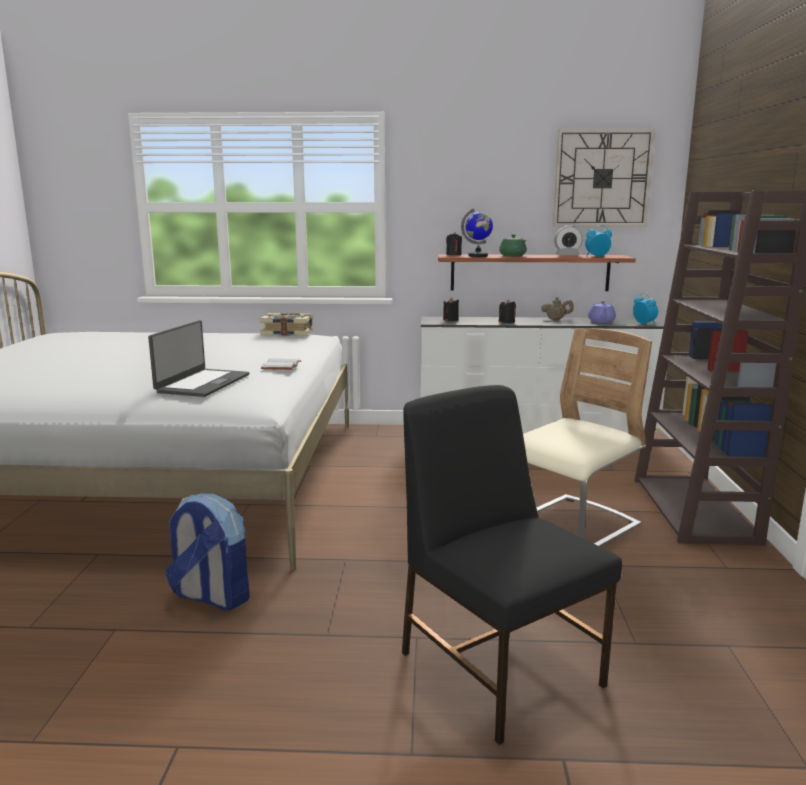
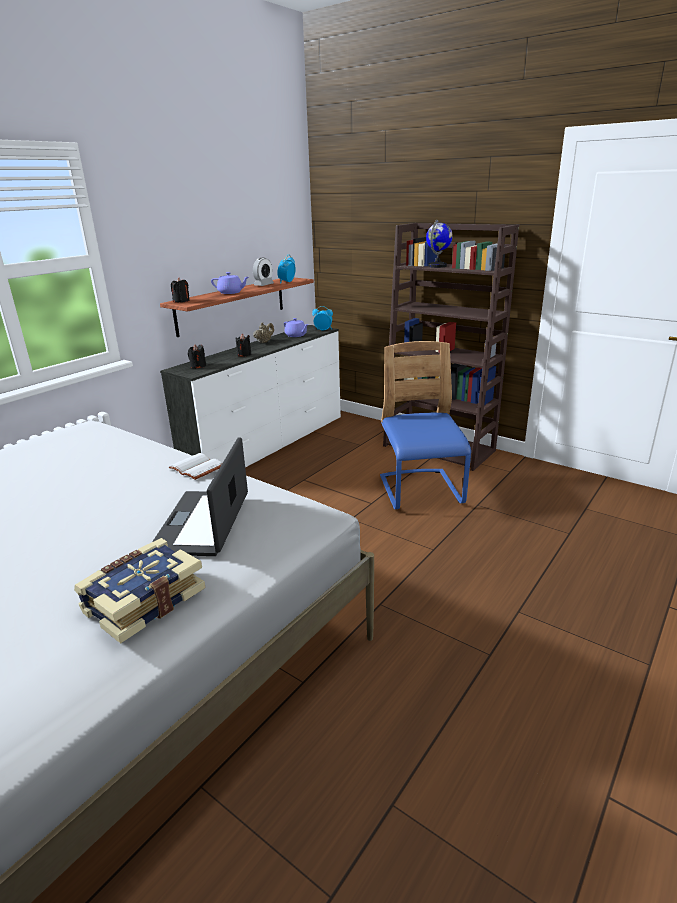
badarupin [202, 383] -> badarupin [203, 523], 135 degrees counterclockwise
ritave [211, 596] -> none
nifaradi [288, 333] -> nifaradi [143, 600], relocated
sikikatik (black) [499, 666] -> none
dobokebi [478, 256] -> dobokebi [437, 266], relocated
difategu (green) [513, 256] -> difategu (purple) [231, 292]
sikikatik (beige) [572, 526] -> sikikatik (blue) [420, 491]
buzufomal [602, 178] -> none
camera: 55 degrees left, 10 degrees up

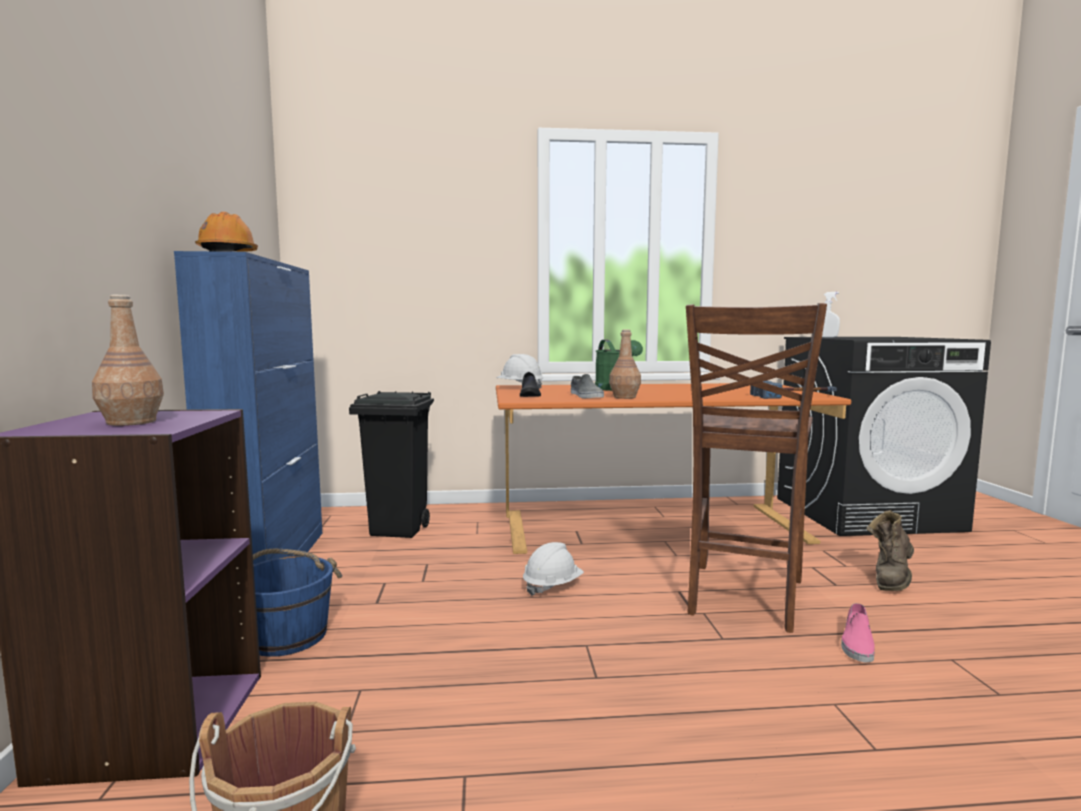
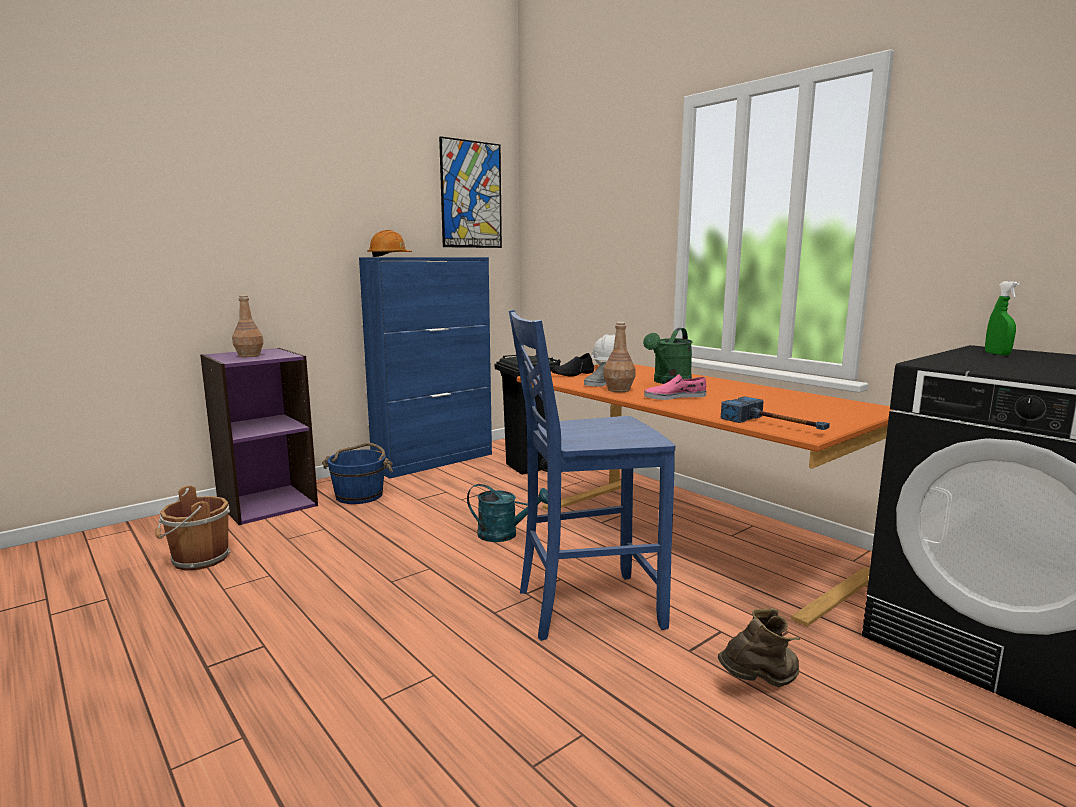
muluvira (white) [552, 586] -> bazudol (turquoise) [505, 535]
sikikatik (brown) [742, 597] -> sikikatik (blue) [585, 607]
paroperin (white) [827, 337] -> paroperin (green) [997, 354]
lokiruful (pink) [857, 643] -> lokiruful (pink) [674, 397], relocated
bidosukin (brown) [891, 580] -> bidosukin (brown) [761, 684], 150 degrees clockwise
none -> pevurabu [471, 195]
camera: 55 degrees right, 5 degrees up

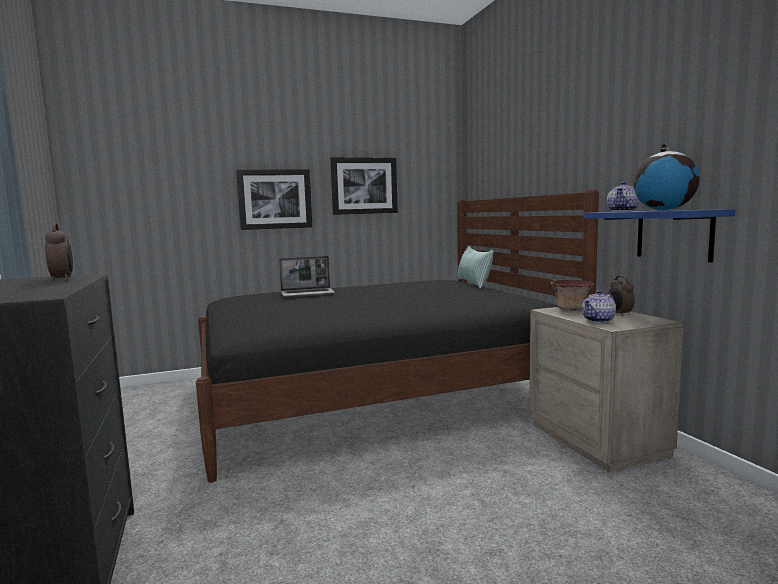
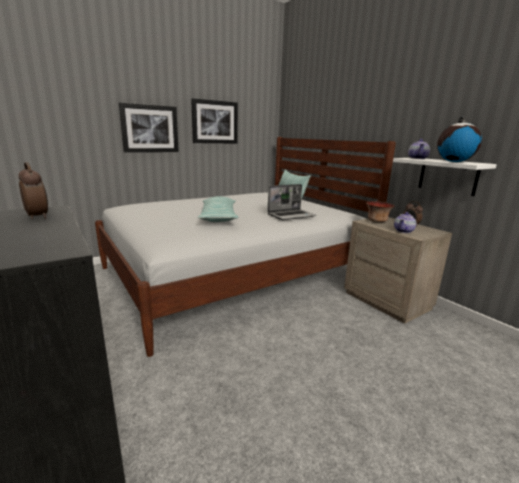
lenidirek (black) [376, 394] -> lenidirek (white) [235, 274]
badarupin [308, 294] -> badarupin [291, 215], relocated
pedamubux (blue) [674, 234] -> pedamubux (white) [448, 176]
none -> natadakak [218, 217]
camera: 15 degrees left, 10 degrees up

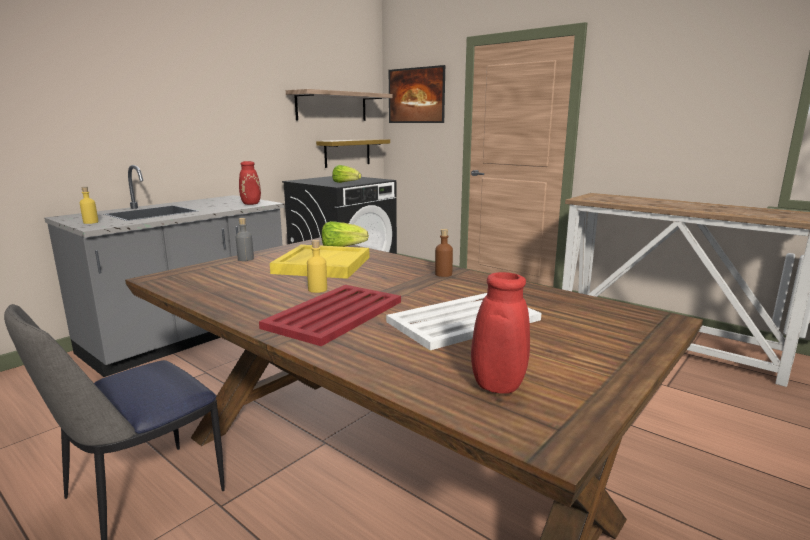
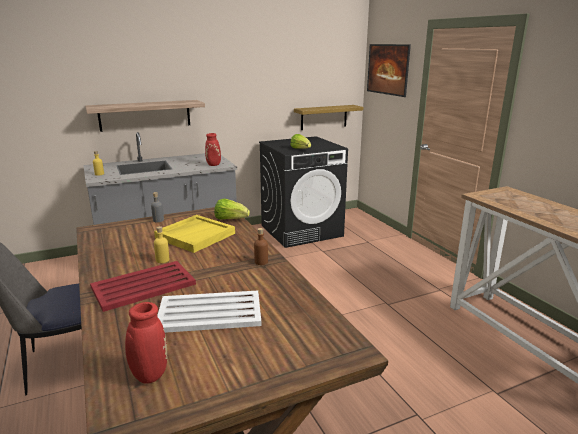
pedamubux [332, 106] -> pedamubux [145, 115], relocated
camera: 25 degrees right, 5 degrees up

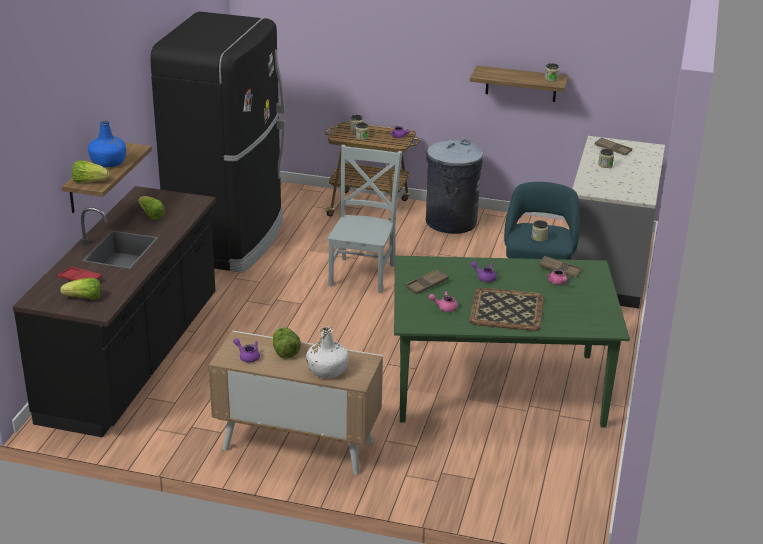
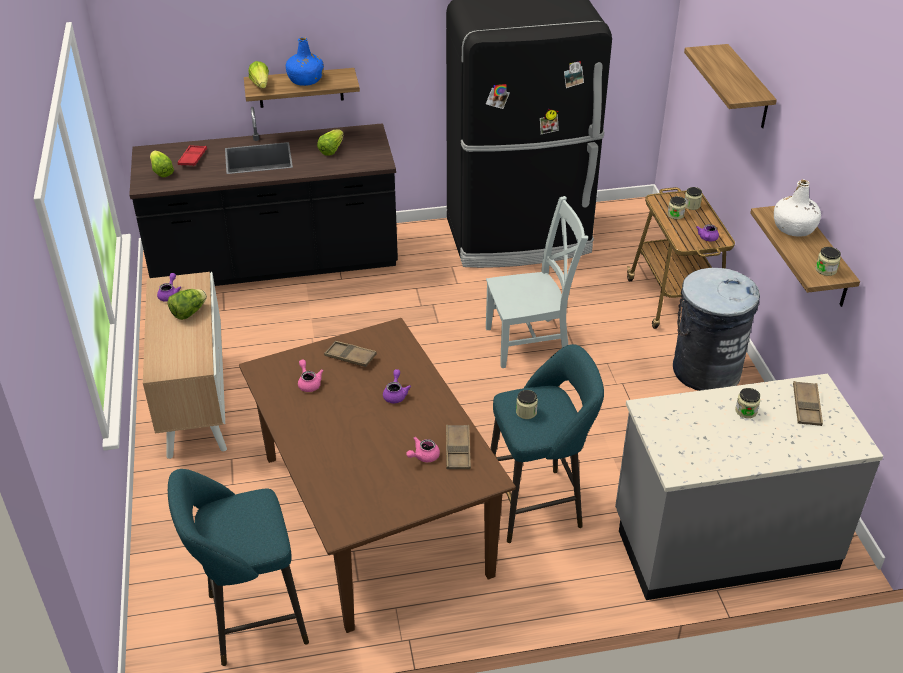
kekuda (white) [327, 370] -> kekuda (white) [794, 228], relocated
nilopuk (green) [497, 387] -> nilopuk (brown) [373, 514]
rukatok [507, 309] -> none
none -> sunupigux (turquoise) [250, 620]
none -> pedamubux [748, 88]
camera: 65 degrees right, 10 degrees up

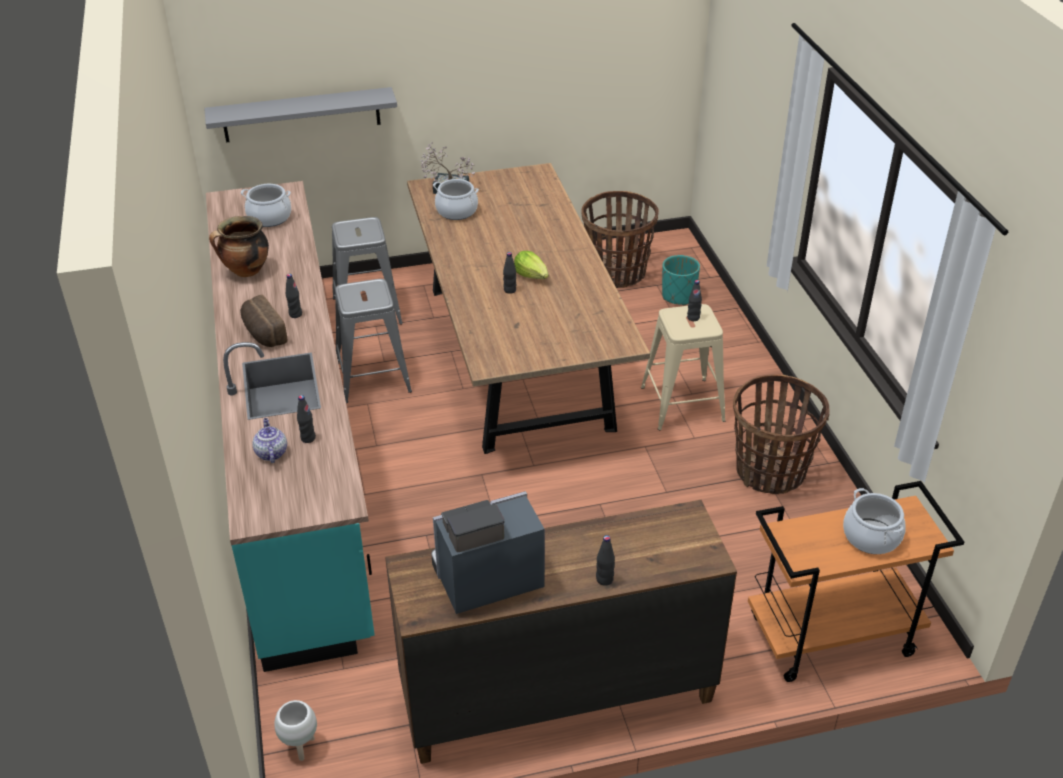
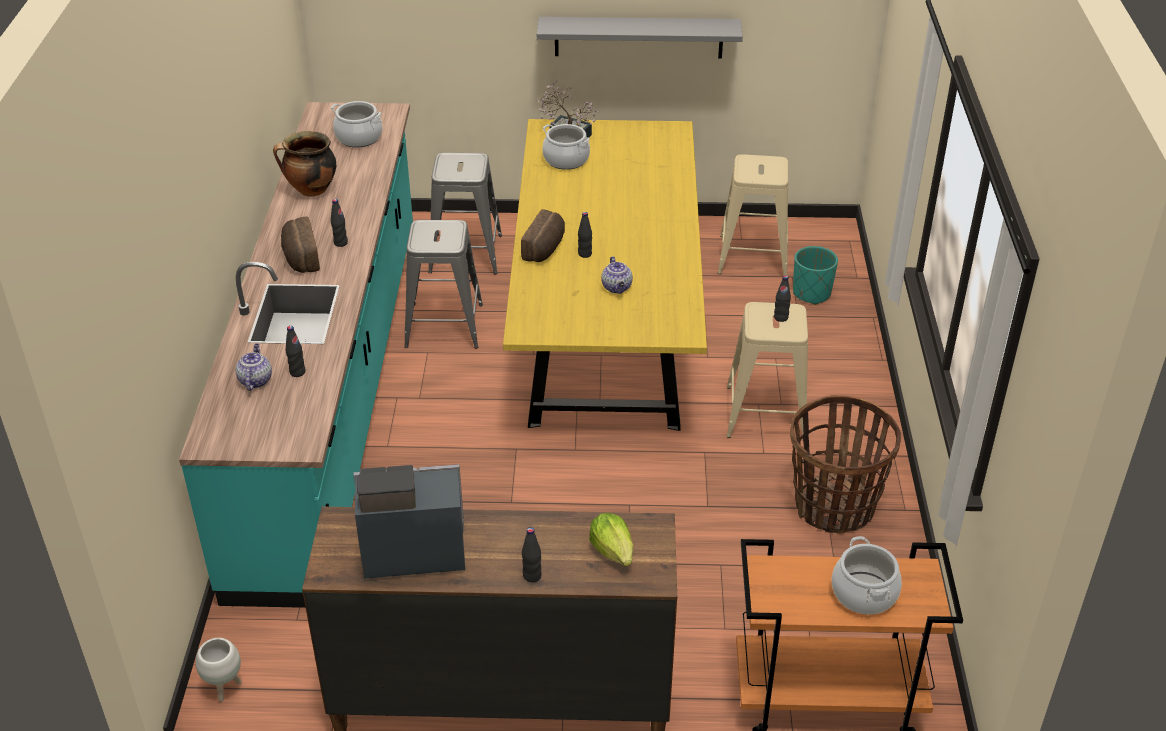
pedamubux (grey) [301, 115] -> pedamubux (grey) [638, 37], relocated
nilopuk (brown) [518, 355] -> nilopuk (yellow) [606, 329]
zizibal [532, 275] -> zizibal [613, 551], relocated
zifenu [617, 273] -> sunupigux (beige) [753, 256]
none -> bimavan [545, 248]
none -> difategu [617, 288]
camera: 15 degrees right, 0 degrees up

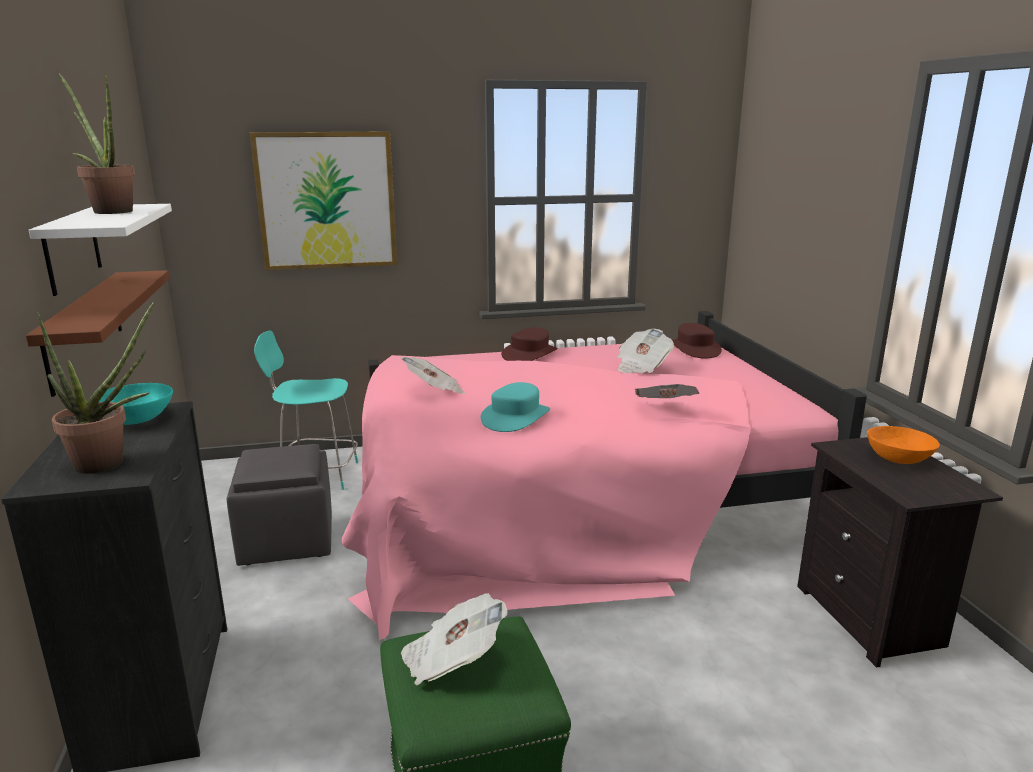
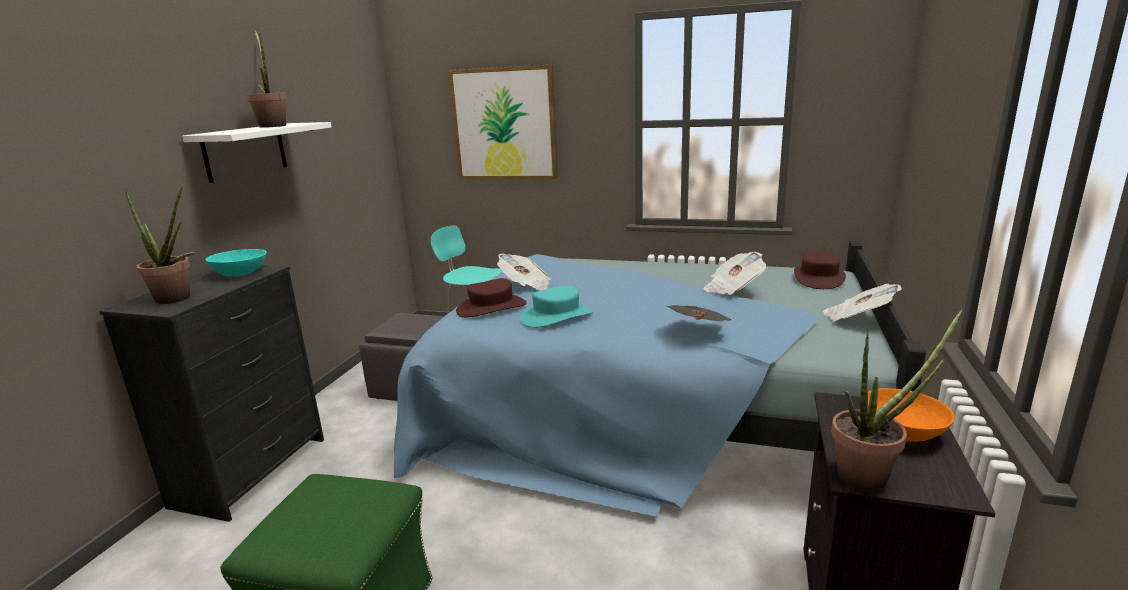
pedamubux (brown) [84, 329] -> none
lenidirek (pink) [572, 505] -> lenidirek (blue) [649, 409]
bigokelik [452, 660] -> bigokelik [857, 318], relocated
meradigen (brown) [529, 354] -> meradigen (brown) [491, 307], relocated
none -> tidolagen [871, 474]
camera: 30 degrees right, 0 degrees up

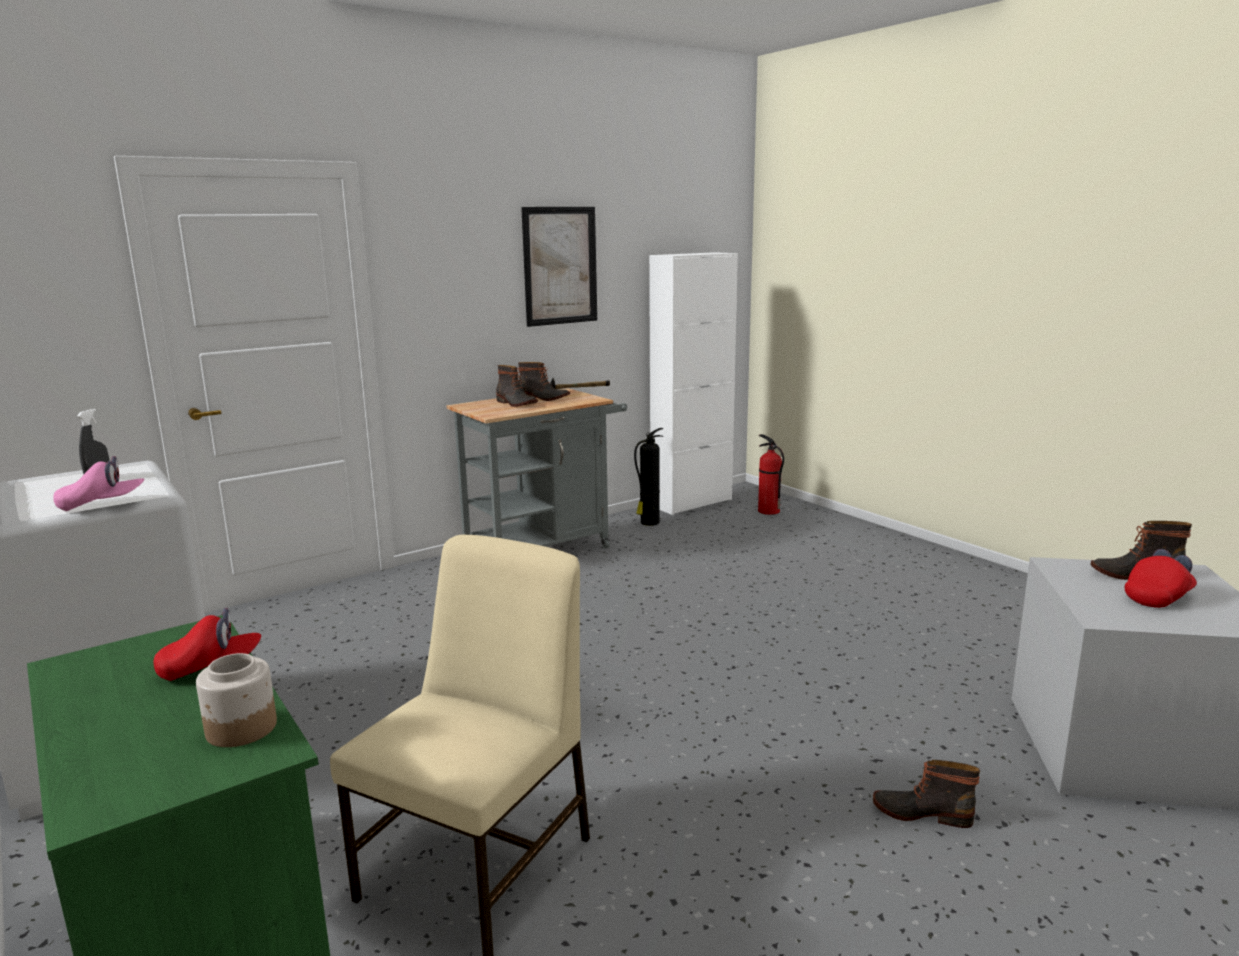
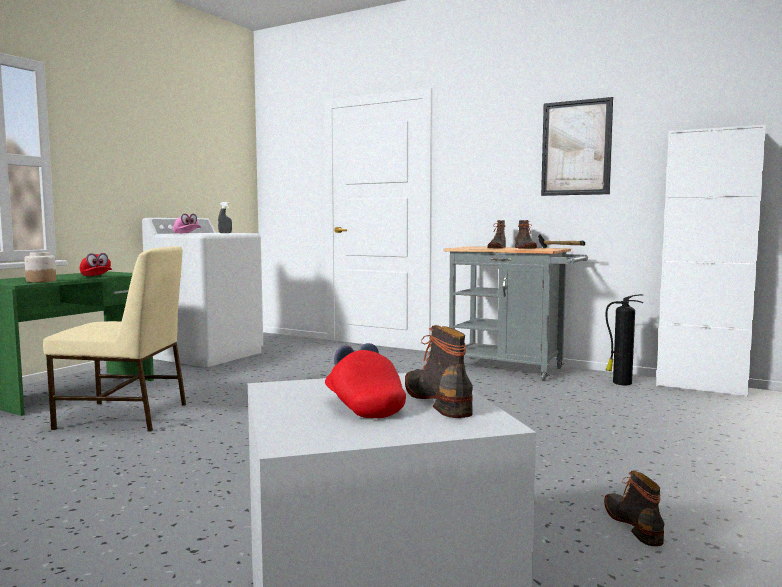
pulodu [768, 511] -> none
bidosukin [922, 812] -> bidosukin [634, 524], relocated
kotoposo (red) [1158, 597] -> kotoposo (red) [364, 406], 150 degrees counterclockwise
camera: 65 degrees right, 10 degrees down

